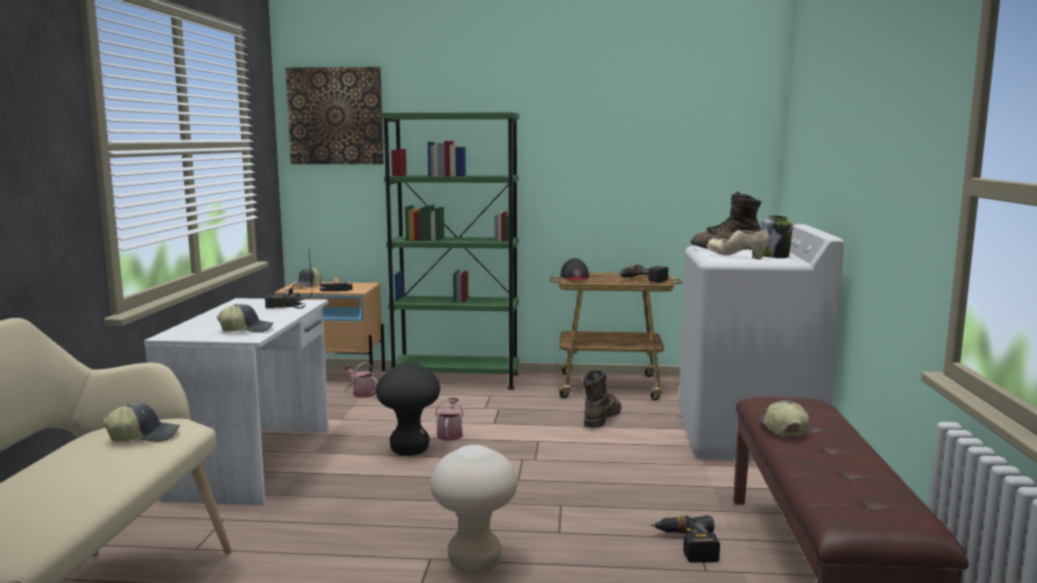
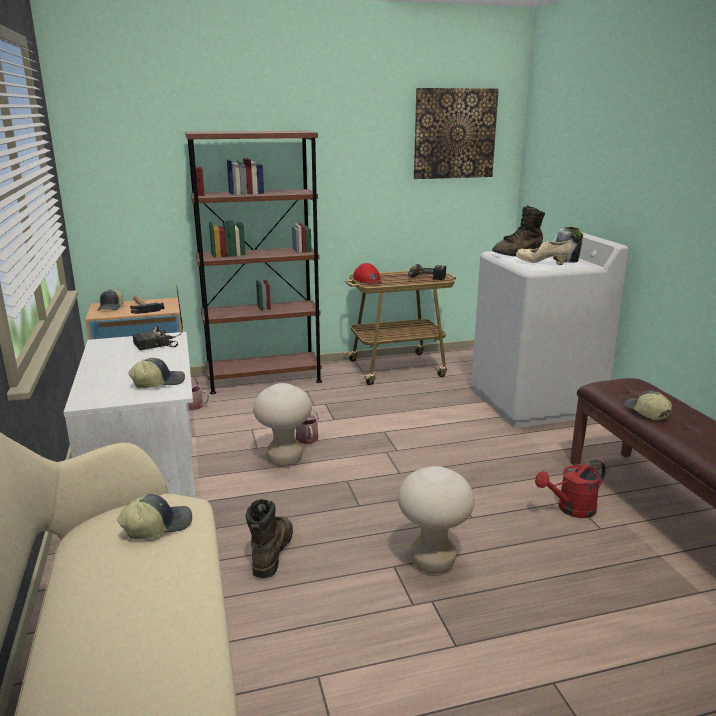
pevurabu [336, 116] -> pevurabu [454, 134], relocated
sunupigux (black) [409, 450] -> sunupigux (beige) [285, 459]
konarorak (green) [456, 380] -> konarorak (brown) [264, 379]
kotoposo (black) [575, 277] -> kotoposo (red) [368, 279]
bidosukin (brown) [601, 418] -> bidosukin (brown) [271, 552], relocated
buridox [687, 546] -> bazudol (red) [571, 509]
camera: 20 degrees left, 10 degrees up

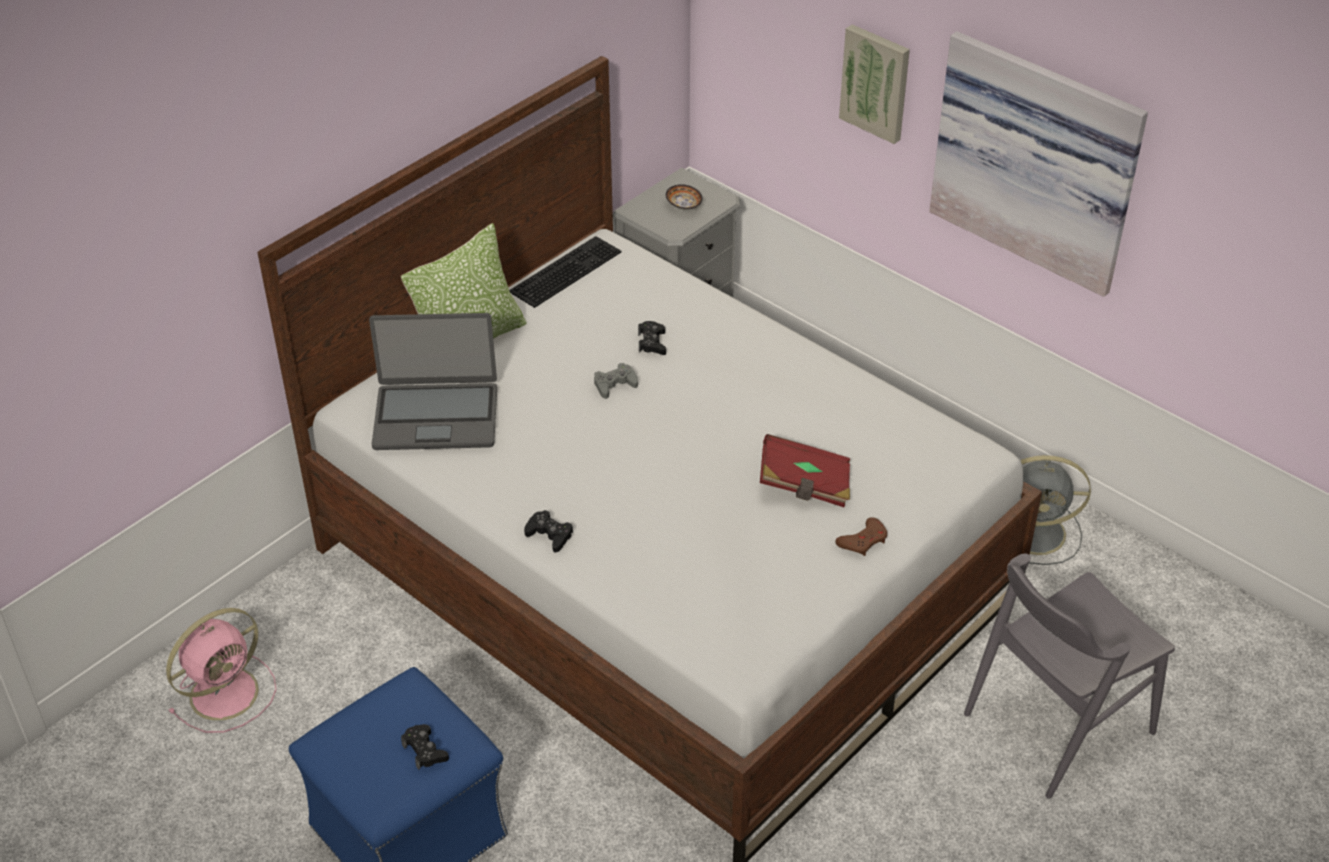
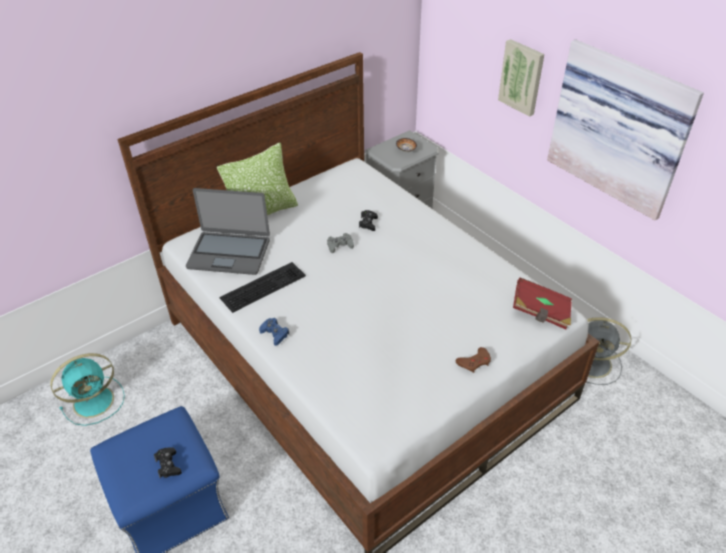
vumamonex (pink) [227, 692] -> vumamonex (turquoise) [95, 400]
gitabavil [565, 270] -> gitabavil [263, 285], relocated
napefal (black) [549, 535] -> napefal (blue) [274, 334]
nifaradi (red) [804, 485] -> nifaradi (red) [540, 312], relocated
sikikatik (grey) [1058, 723] -> none
camera: 10 degrees right, 0 degrees up

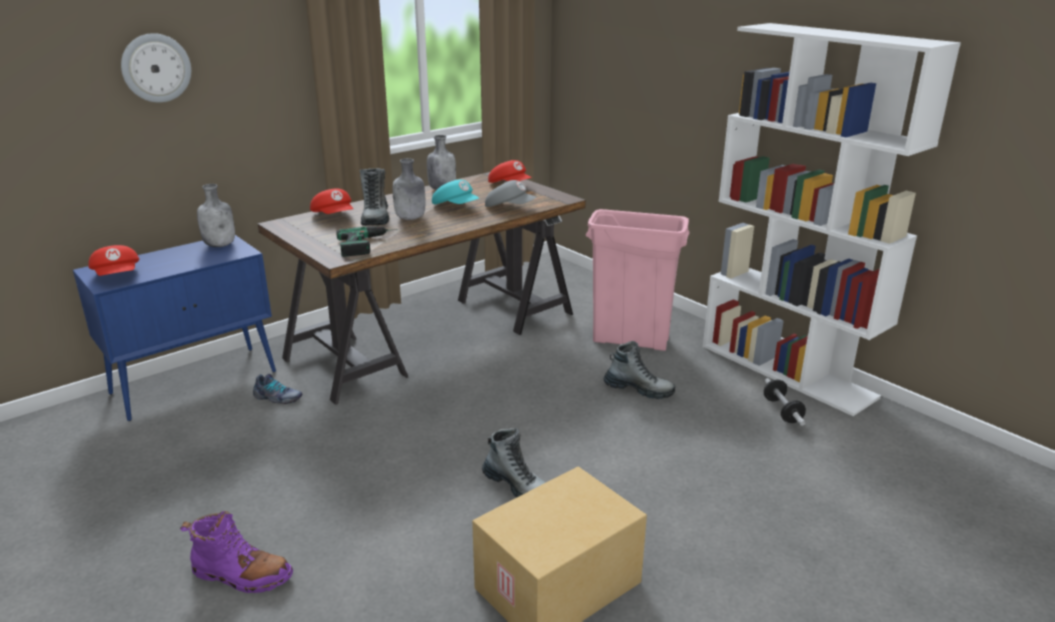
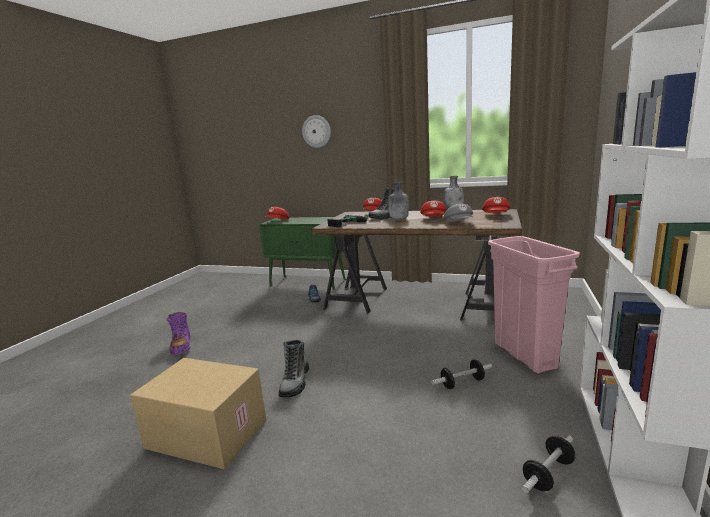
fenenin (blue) [196, 382] -> fenenin (green) [308, 283]
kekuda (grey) [221, 245] -> none
kotoposo (turquoise) [456, 207] -> kotoposo (red) [434, 219]
bidosukin [638, 390] -> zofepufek [462, 383]
camera: 60 degrees right, 10 degrees down

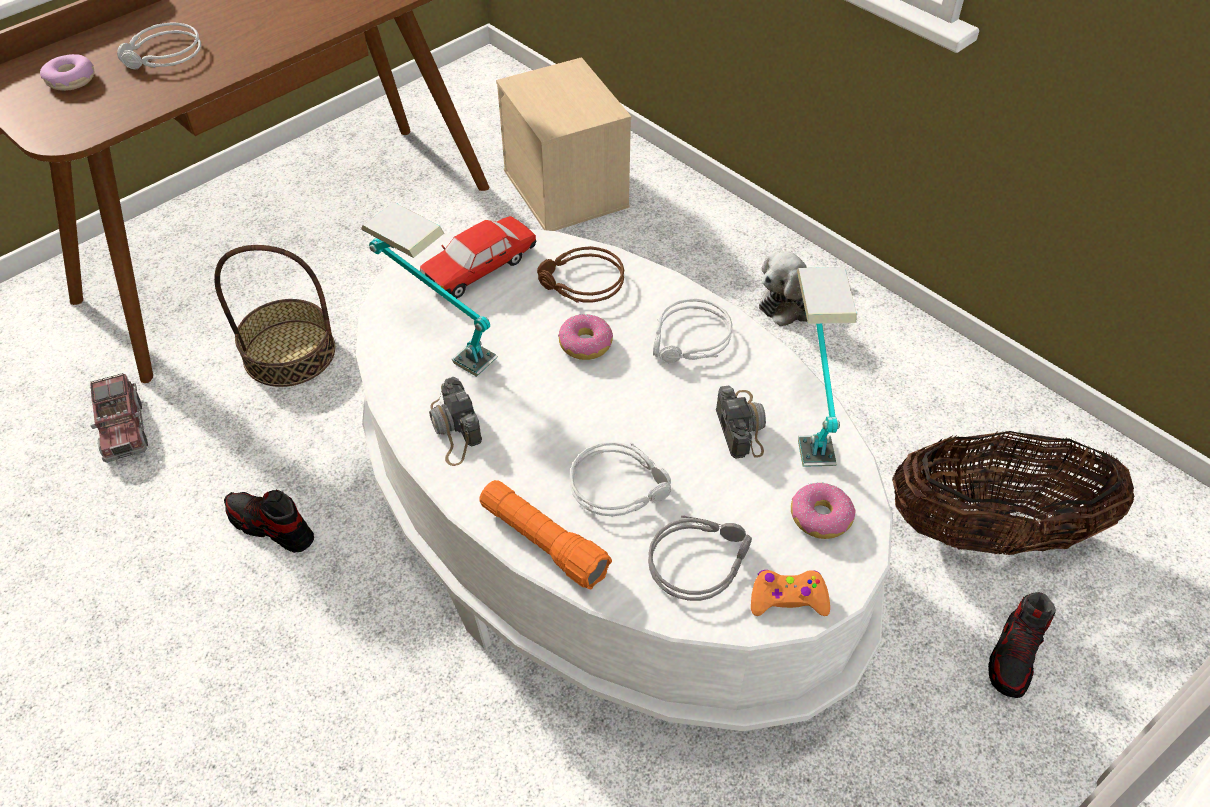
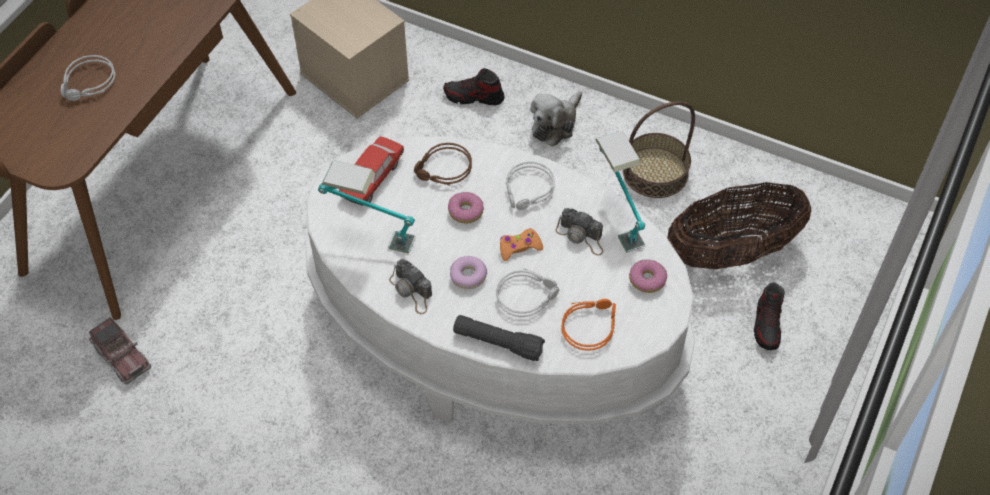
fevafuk [71, 80] -> fevafuk [468, 276], relocated
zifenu [289, 353] -> zifenu [655, 172], relocated
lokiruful [271, 527] -> lokiruful [474, 97], relocated
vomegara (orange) [543, 542] -> vomegara (black) [498, 343]
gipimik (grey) [699, 559] -> gipimik (orange) [589, 325]
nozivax [741, 424] -> nozivax [581, 236], 150 degrees clockwise
napefal (orange) [787, 599] -> napefal (orange) [519, 247], relocated
camera: 20 degrees left, 5 degrees up

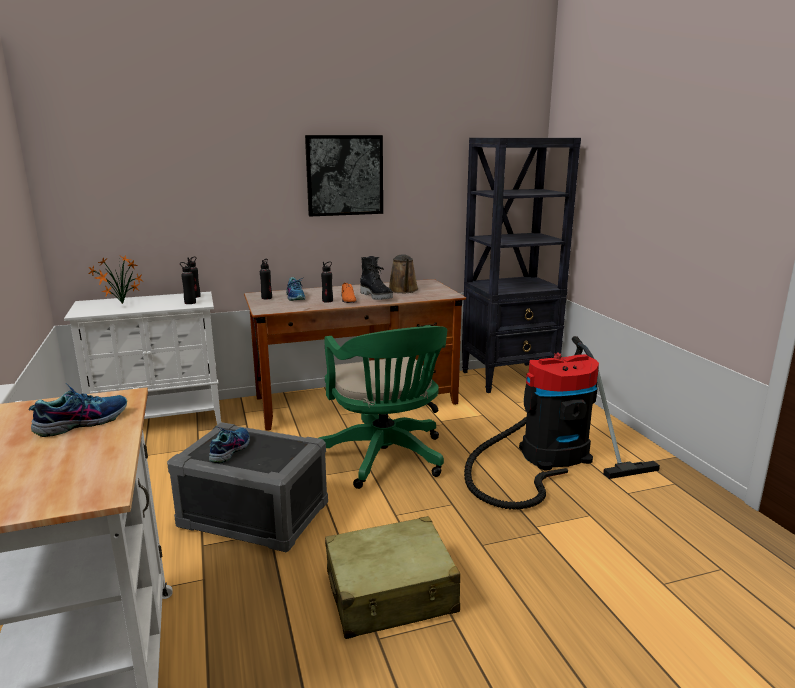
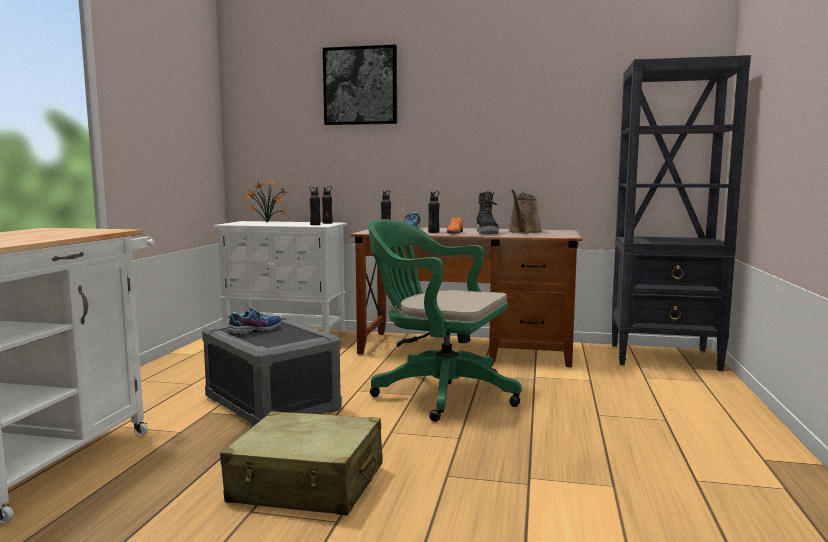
lokiruful [82, 422] -> none
pevurabu [344, 175] -> pevurabu [360, 86], relocated
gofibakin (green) [386, 459] -> gofibakin (green) [438, 392], 105 degrees clockwise
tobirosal [548, 457] -> none
camera: 30 degrees right, 10 degrees down

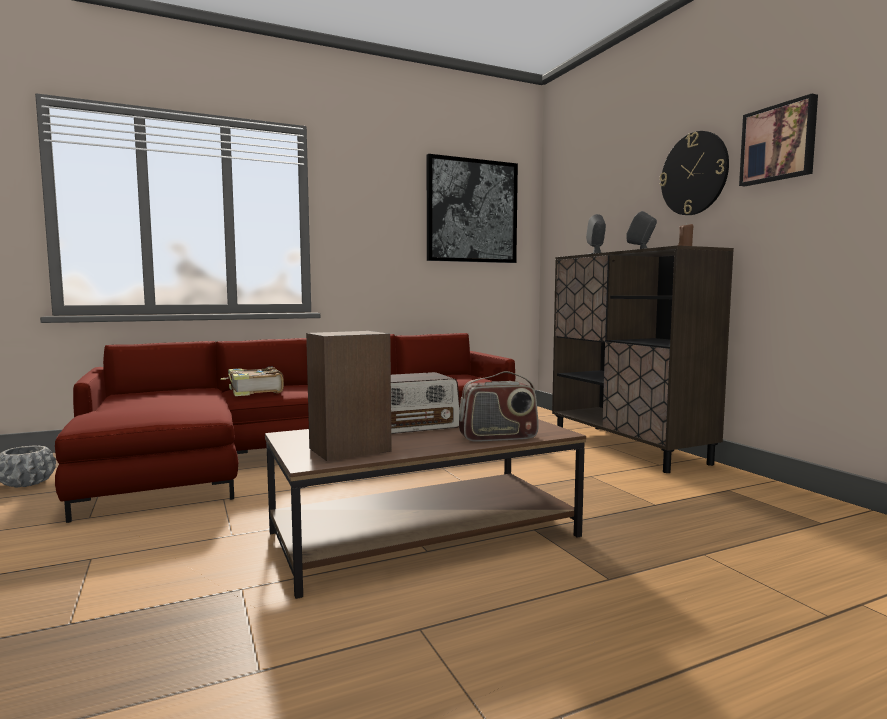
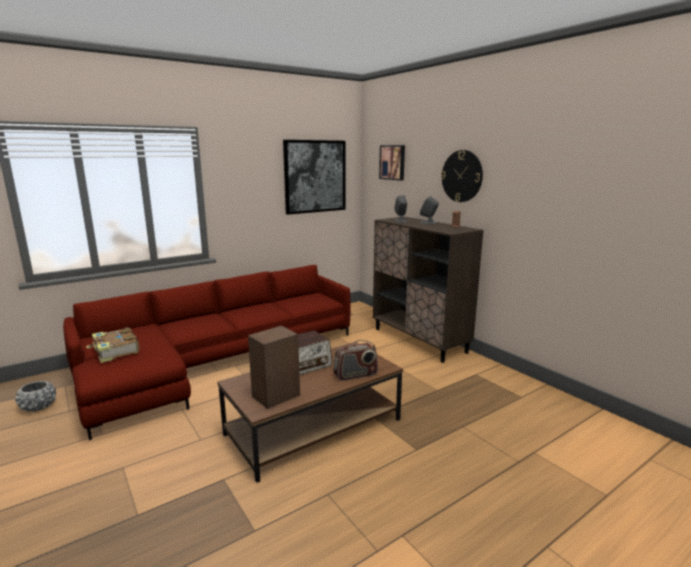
nifaradi [254, 391] -> nifaradi [115, 351], relocated
pevurabu [779, 143] -> pevurabu [393, 162], relocated
camera: 10 degrees left, 10 degrees up

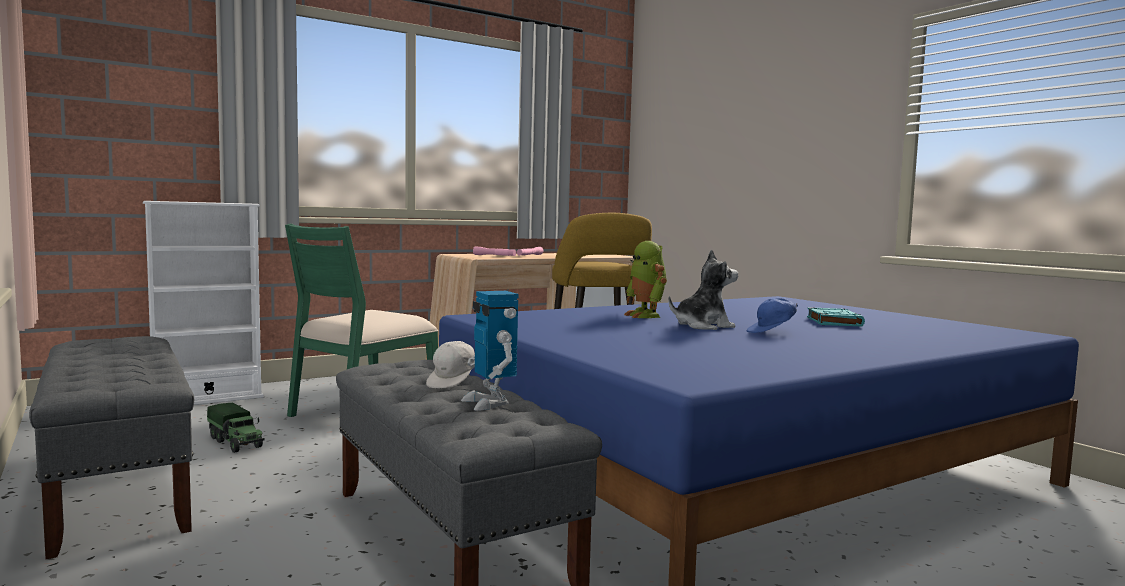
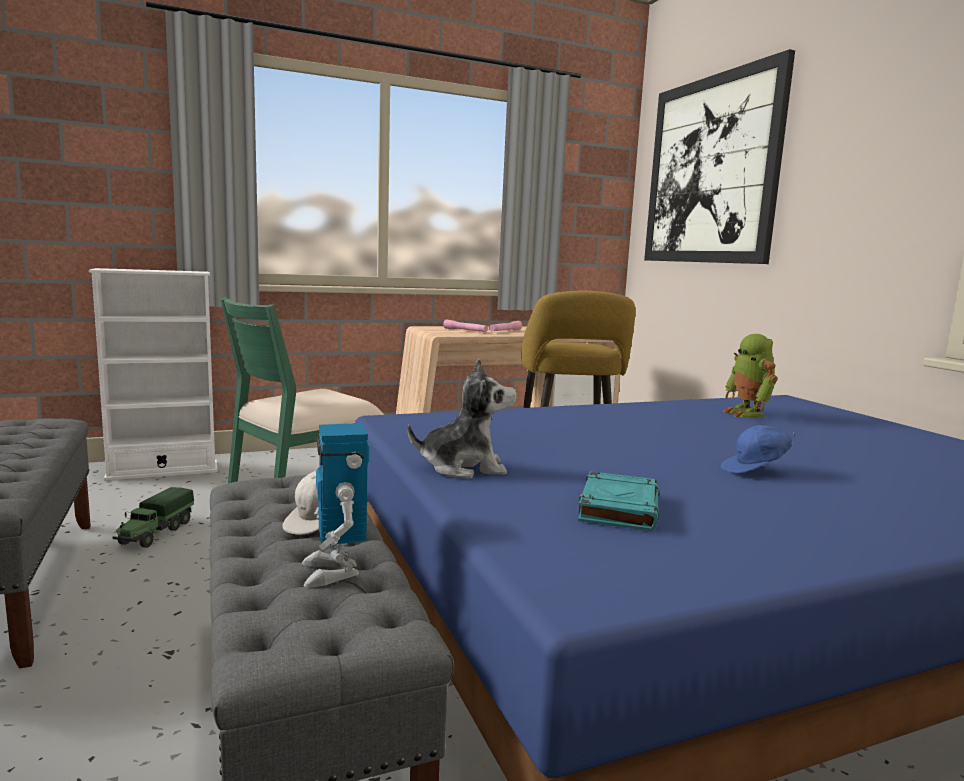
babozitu [236, 443] -> babozitu [155, 533], 45 degrees clockwise
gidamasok [646, 315] -> gidamasok [748, 414], relocated
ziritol [702, 326] -> ziritol [464, 467], relocated
nifaradi (turquoise) [833, 322] -> nifaradi (turquoise) [618, 508], relocated
none -> pevurabu [711, 171]
camera: 10 degrees right, 5 degrees up

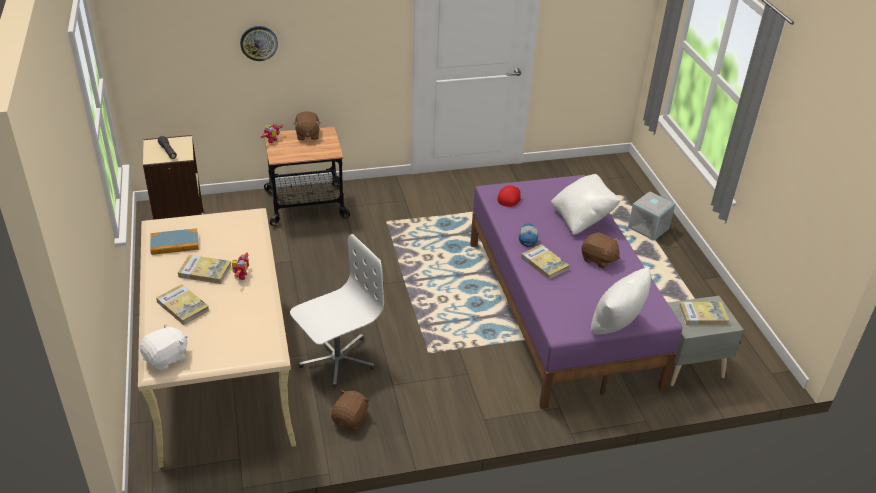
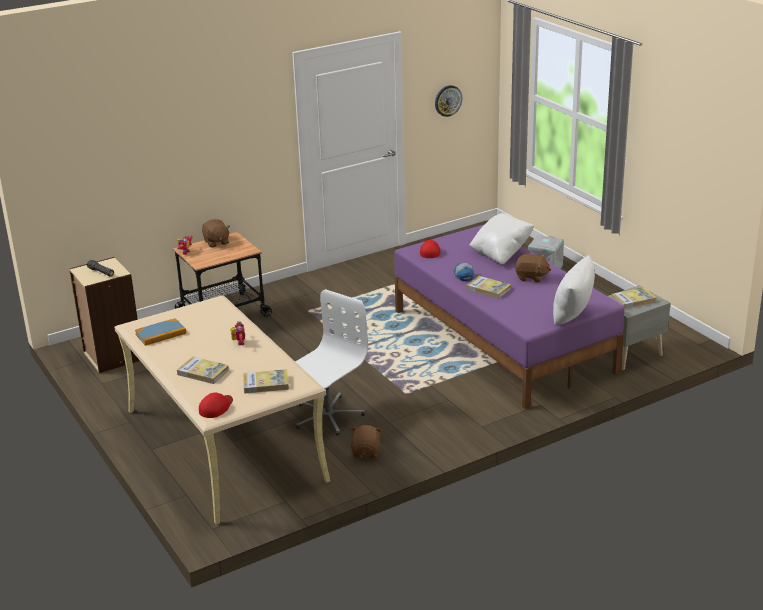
ziritol (white) [166, 358] -> kotoposo (red) [216, 407]
nifaradi [205, 271] -> nifaradi [266, 383], relocated
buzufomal [259, 43] -> buzufomal [448, 100], relocated
camera: 15 degrees left, 10 degrees down

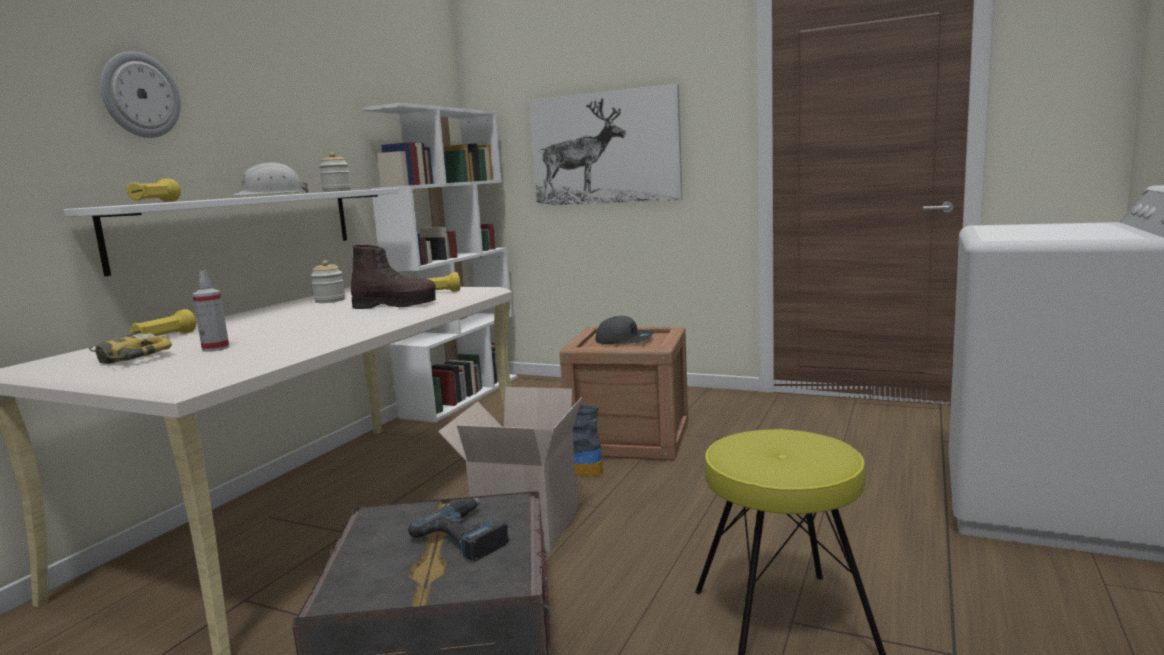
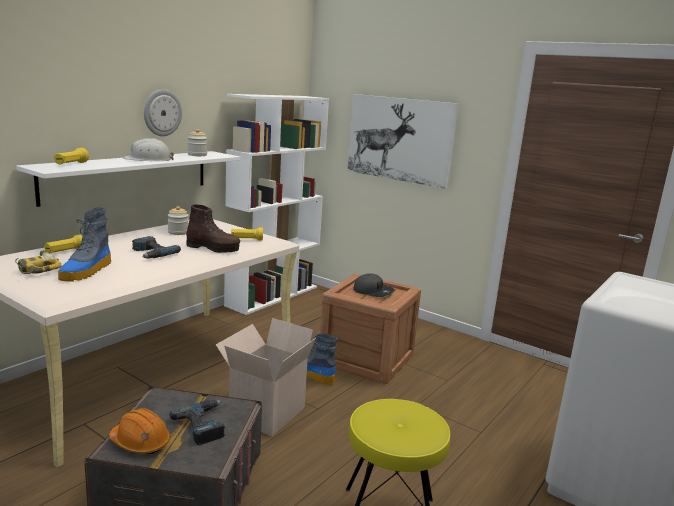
buzufomal [140, 95] -> buzufomal [162, 112], relocated
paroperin [215, 348] -> bidosukin [86, 271]
none -> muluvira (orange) [140, 442]
none -> buridox [151, 253]
camera: 10 degrees right, 5 degrees up

